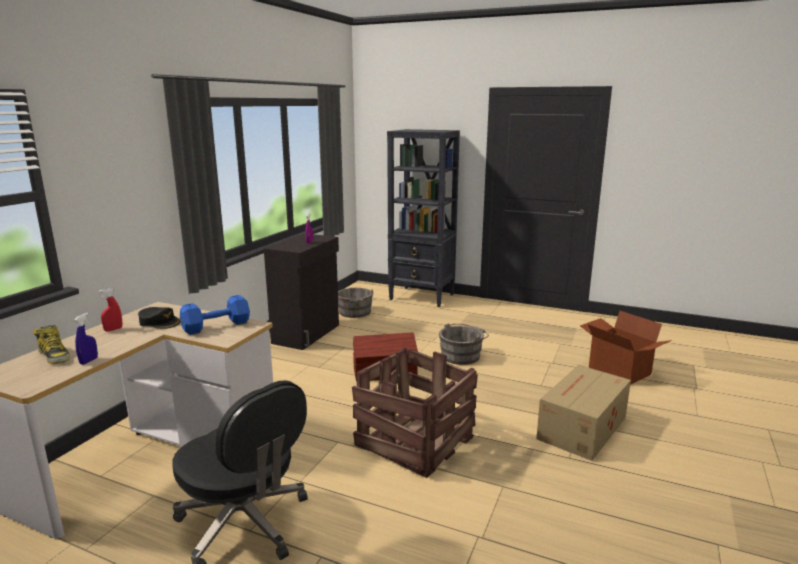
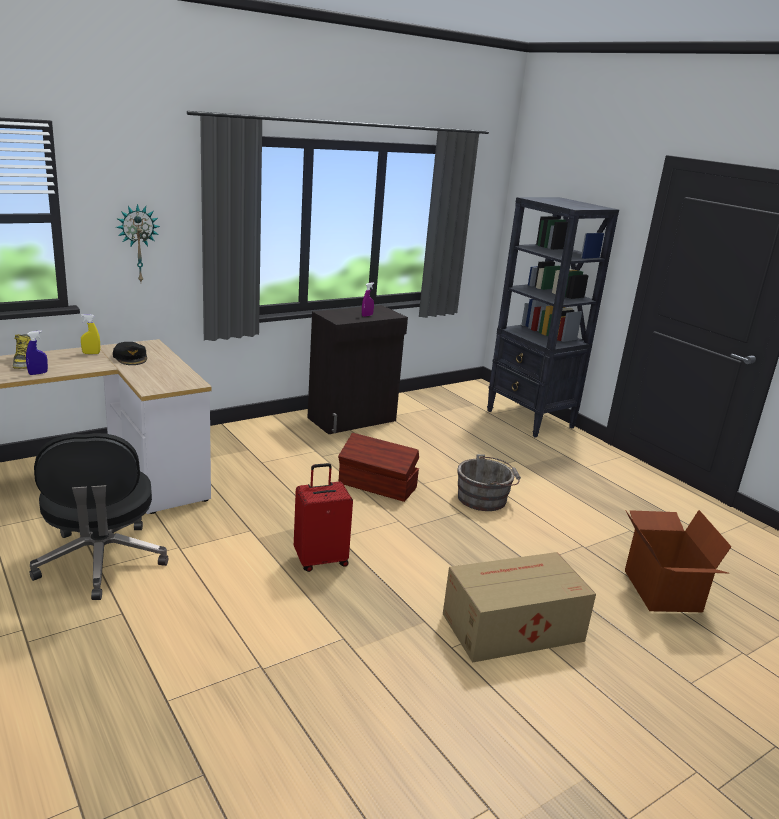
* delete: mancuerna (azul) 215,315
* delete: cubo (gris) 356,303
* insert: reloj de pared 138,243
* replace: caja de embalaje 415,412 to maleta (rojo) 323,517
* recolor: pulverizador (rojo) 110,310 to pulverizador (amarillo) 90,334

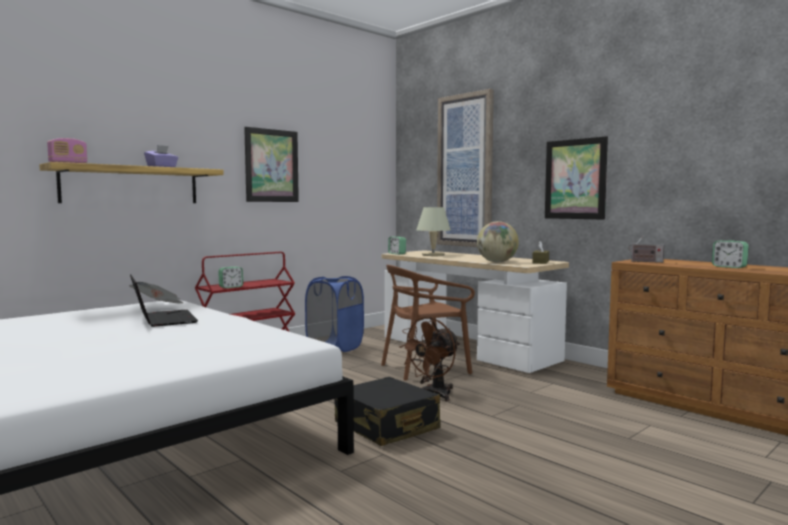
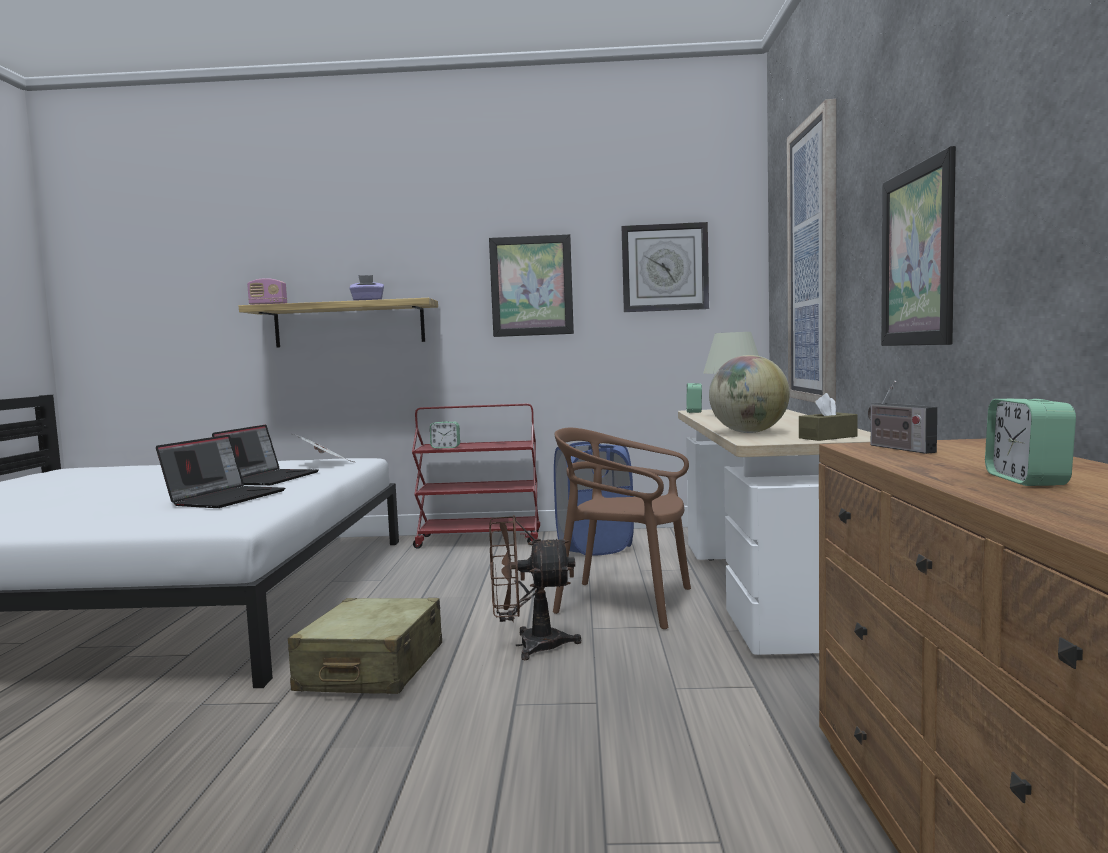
* insert: portátil 220,471
* insert: reloj de pared 665,267
* recolor: maleta (negro) 387,411 to maleta (beis) 365,646

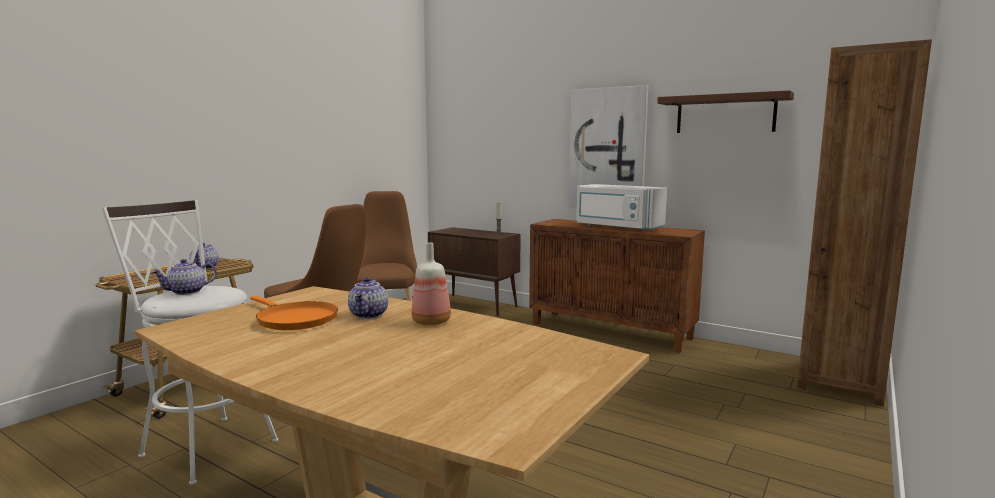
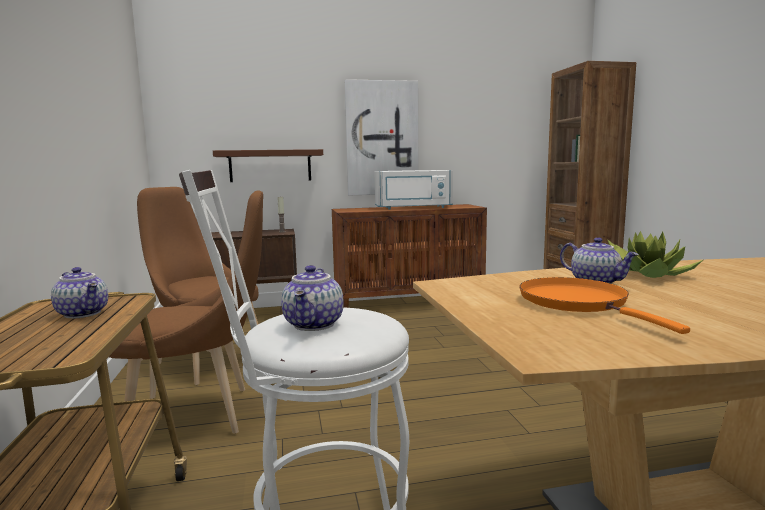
* move: estante (marrón) 725,111 to 268,165
* replace: botella 431,284 to planta en maceta 655,254
* rotate: sartén (naranja) 294,313 = 604,305 105 degrees counterclockwise

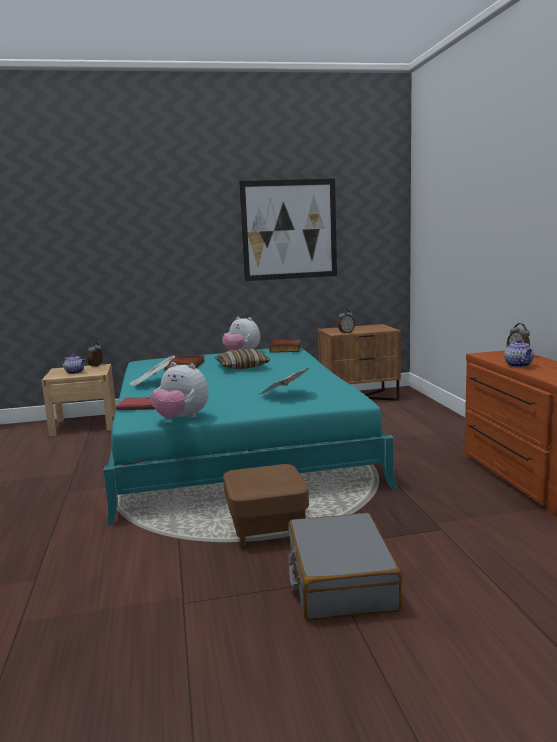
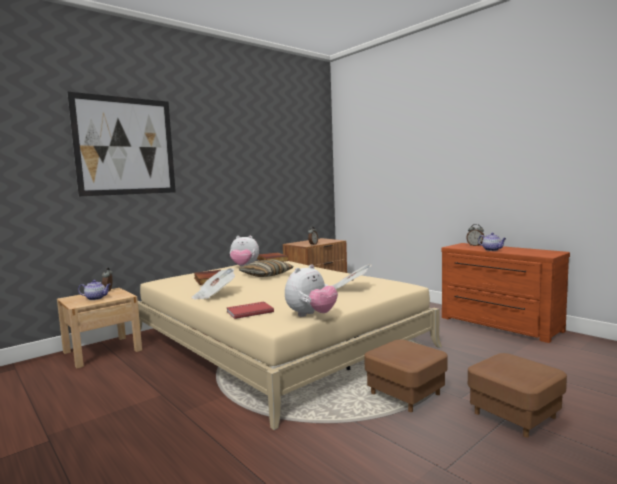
* move: cuadro 288,230 to 121,144
* replace: maleta (gris) 345,567 to puf (marrón) 517,395
* recolor: cama (turquesa) 250,436 to cama (beis) 290,345
* rotate: peluche 179,390 = 311,290 45 degrees counterclockwise

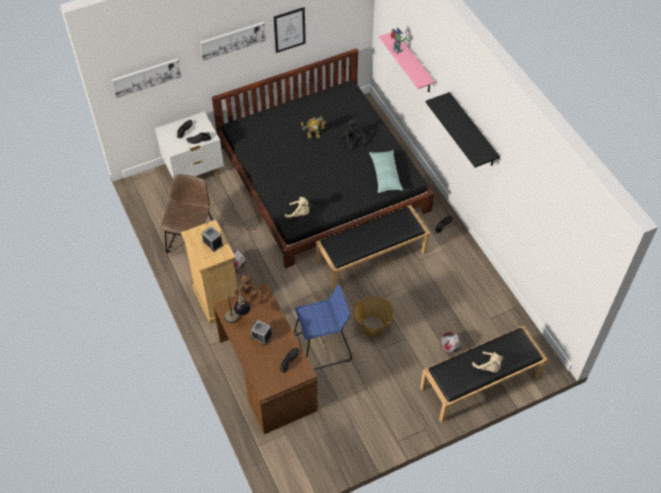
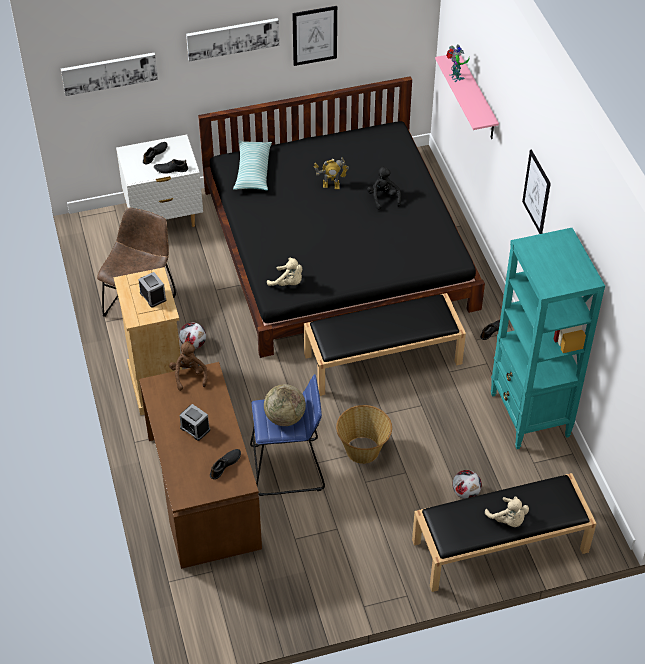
* delete: lámpara de mesa 237,309
* insert: globo terráqueo 285,405
* insert: estantería (turquesa) 548,338
* move: cojín 386,171 to 252,165
* replace: estante (negro) 463,130 to cuadro 536,191

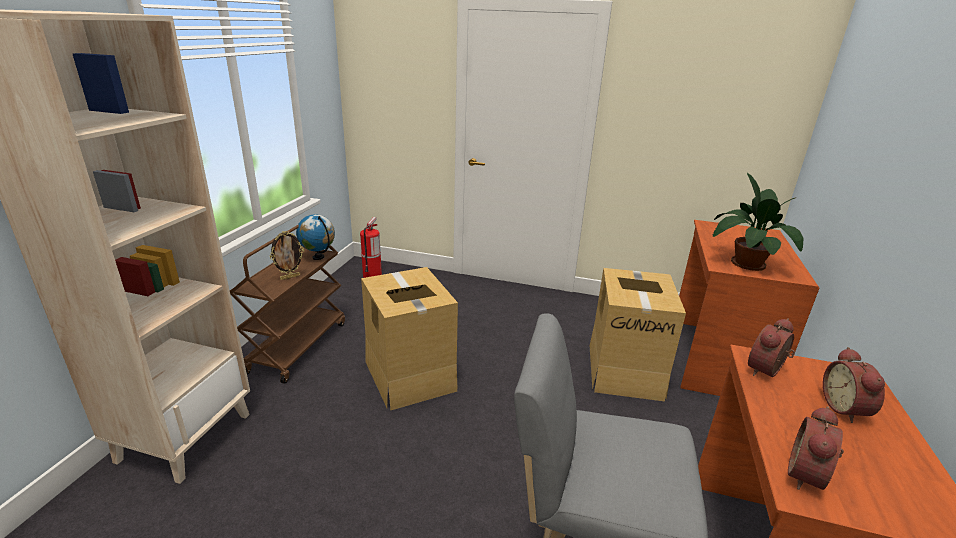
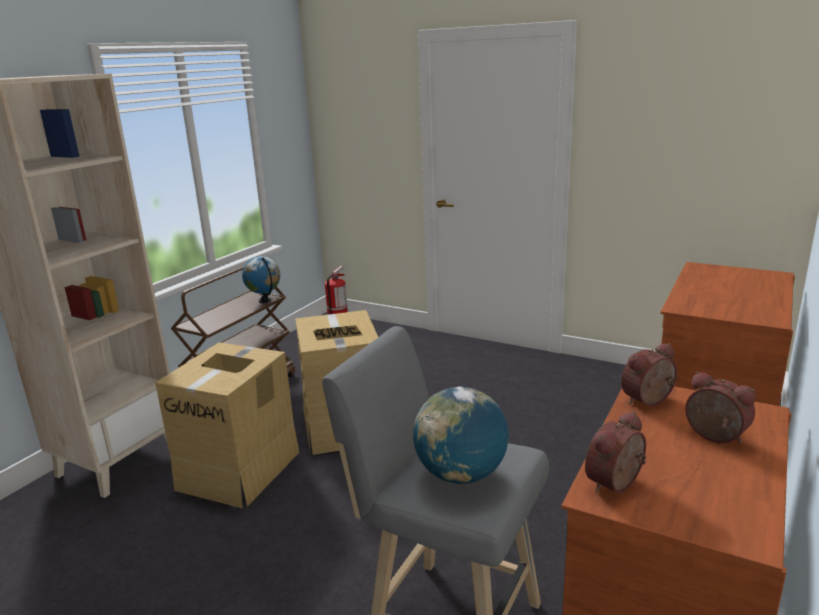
* delete: portarretratos 287,255
* delete: planta en maceta 758,222
* insert: globo terráqueo 461,435
* move: caja de cartón 638,335 to 227,425
* rotate: despertador 854,385 = 720,407 120 degrees clockwise

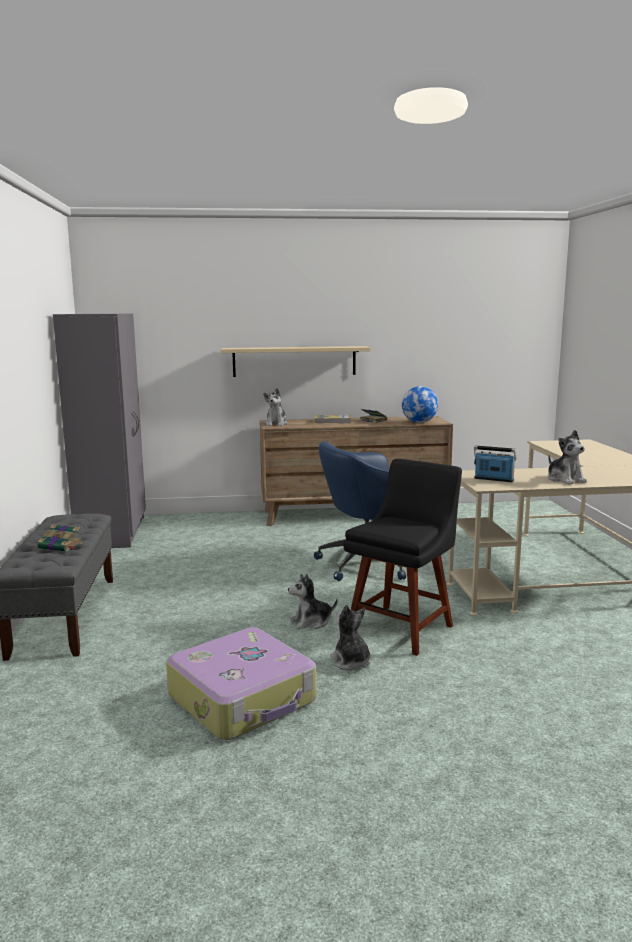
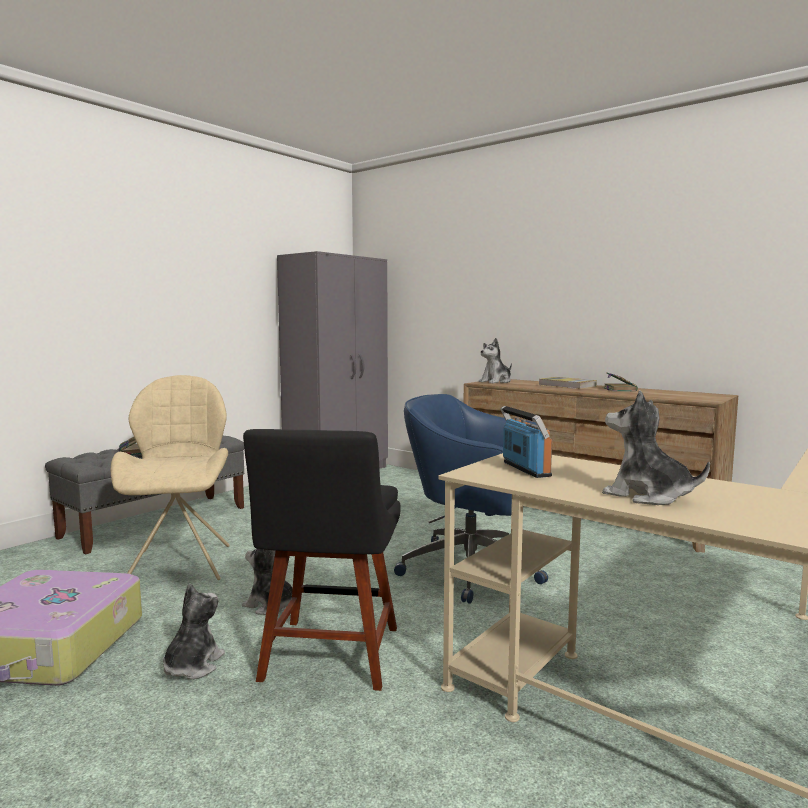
* delete: estante (beis) 296,361
* delete: globo terráqueo 420,404
* insert: silla (beis) 170,477
* rotate: silla (negro) 402,557 = 322,560 105 degrees clockwise
* rotate: peluche 567,457 = 656,447 105 degrees clockwise

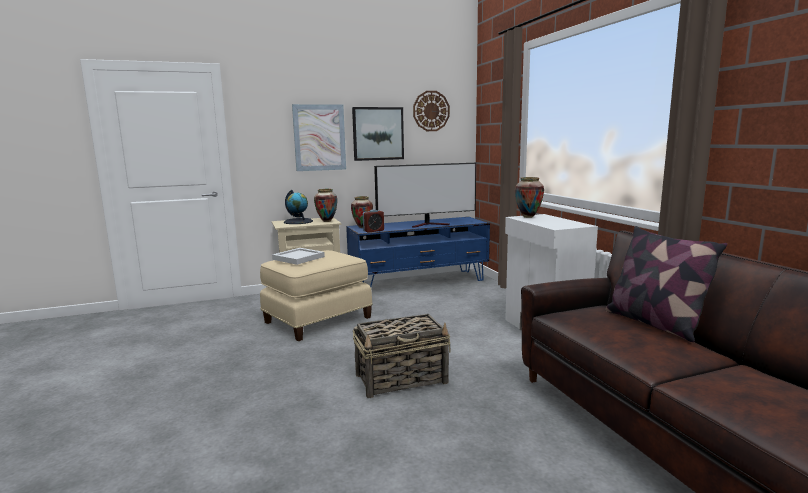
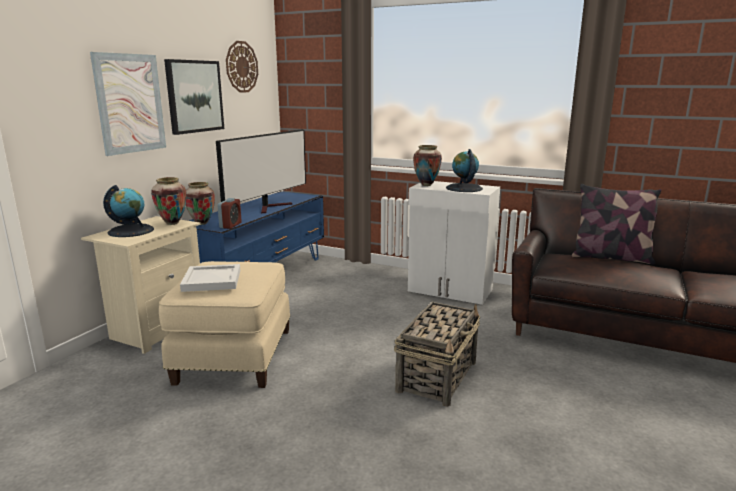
* insert: globo terráqueo 464,170

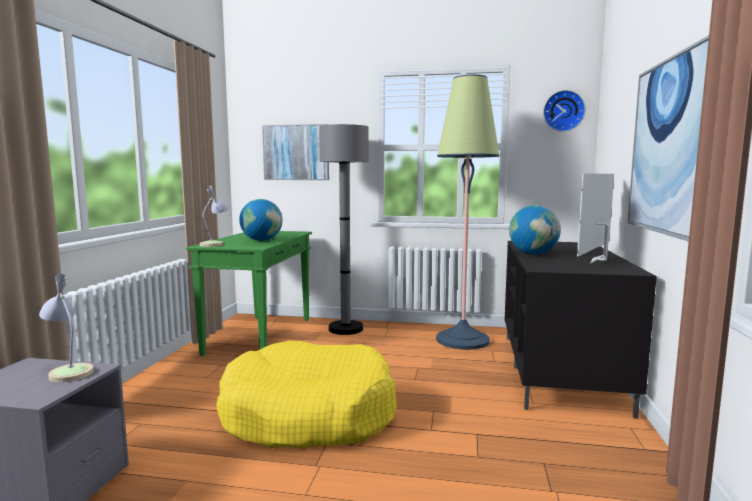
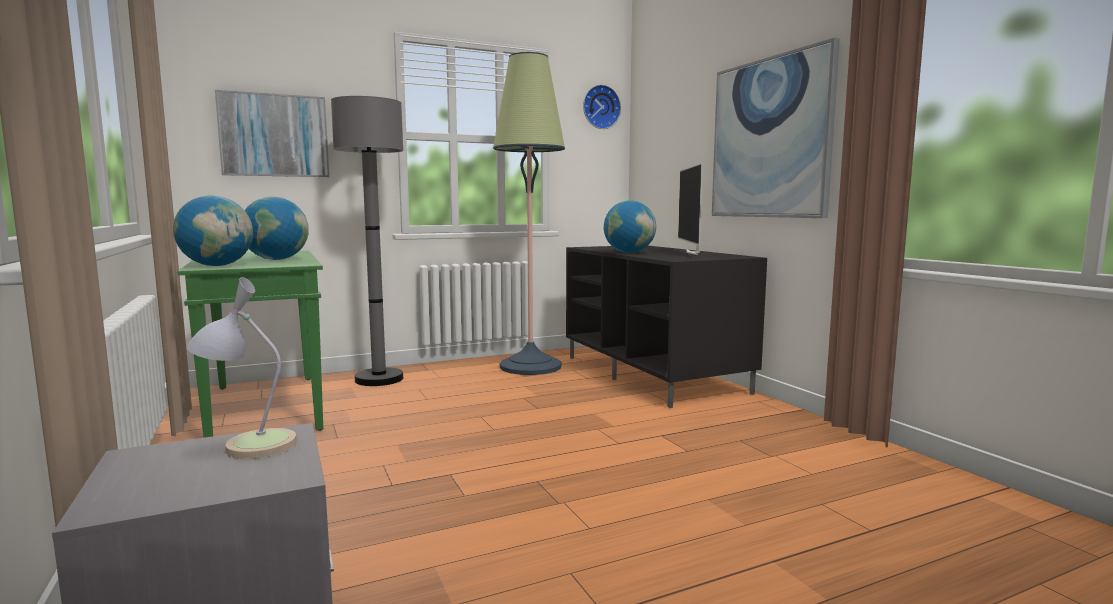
* delete: cama para perro (amarillo) 306,394
* replace: lámpara de mesa 214,216 to globo terráqueo 213,230

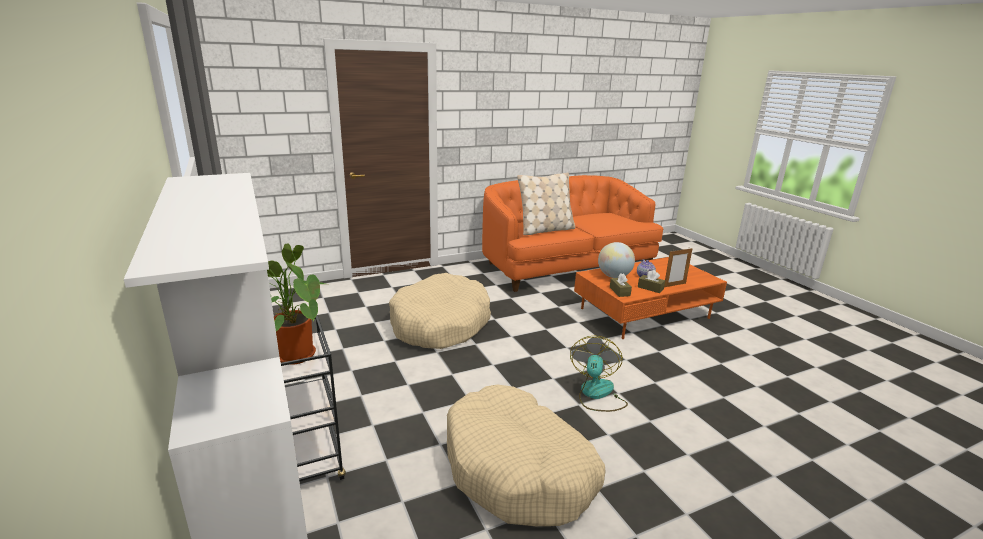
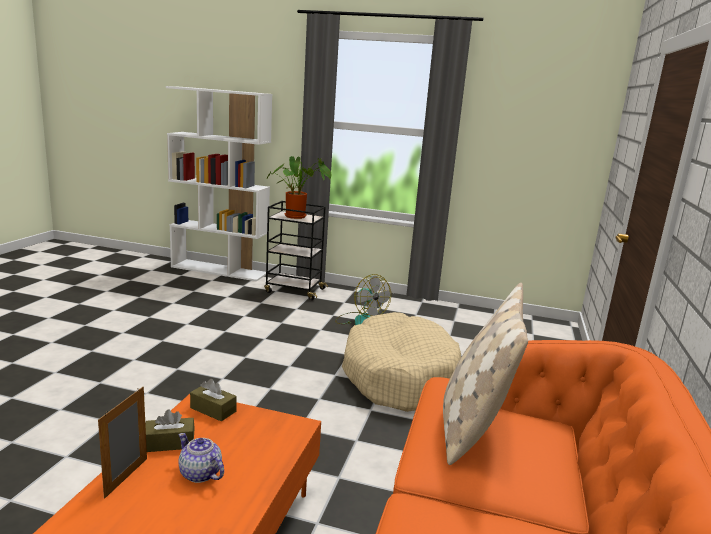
* delete: cama para perro (beis) 526,455
* delete: globo terráqueo 616,260
* move: ventilador 599,374 to 363,299

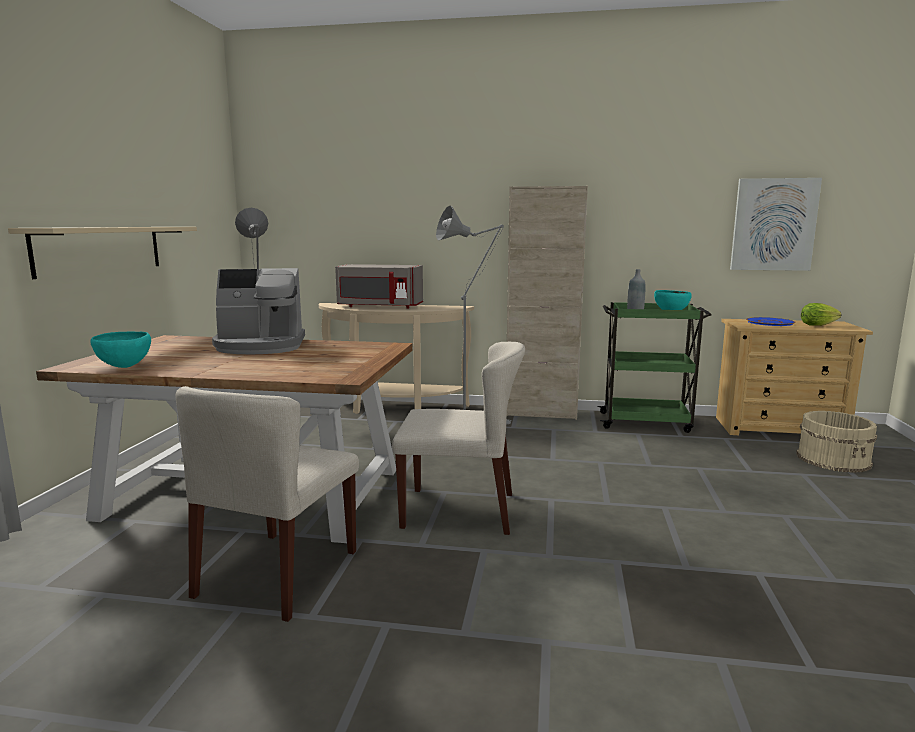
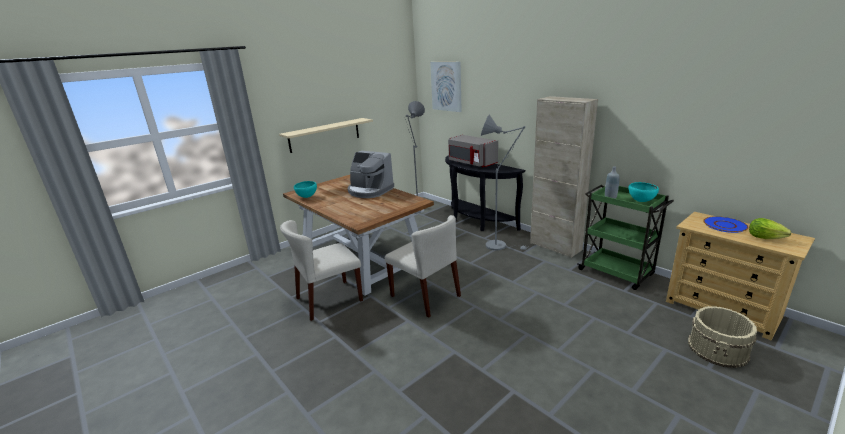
* move: cuadro 776,224 to 446,87
* recolor: mesa consola (beis) 396,358 to mesa consola (negro) 485,193

